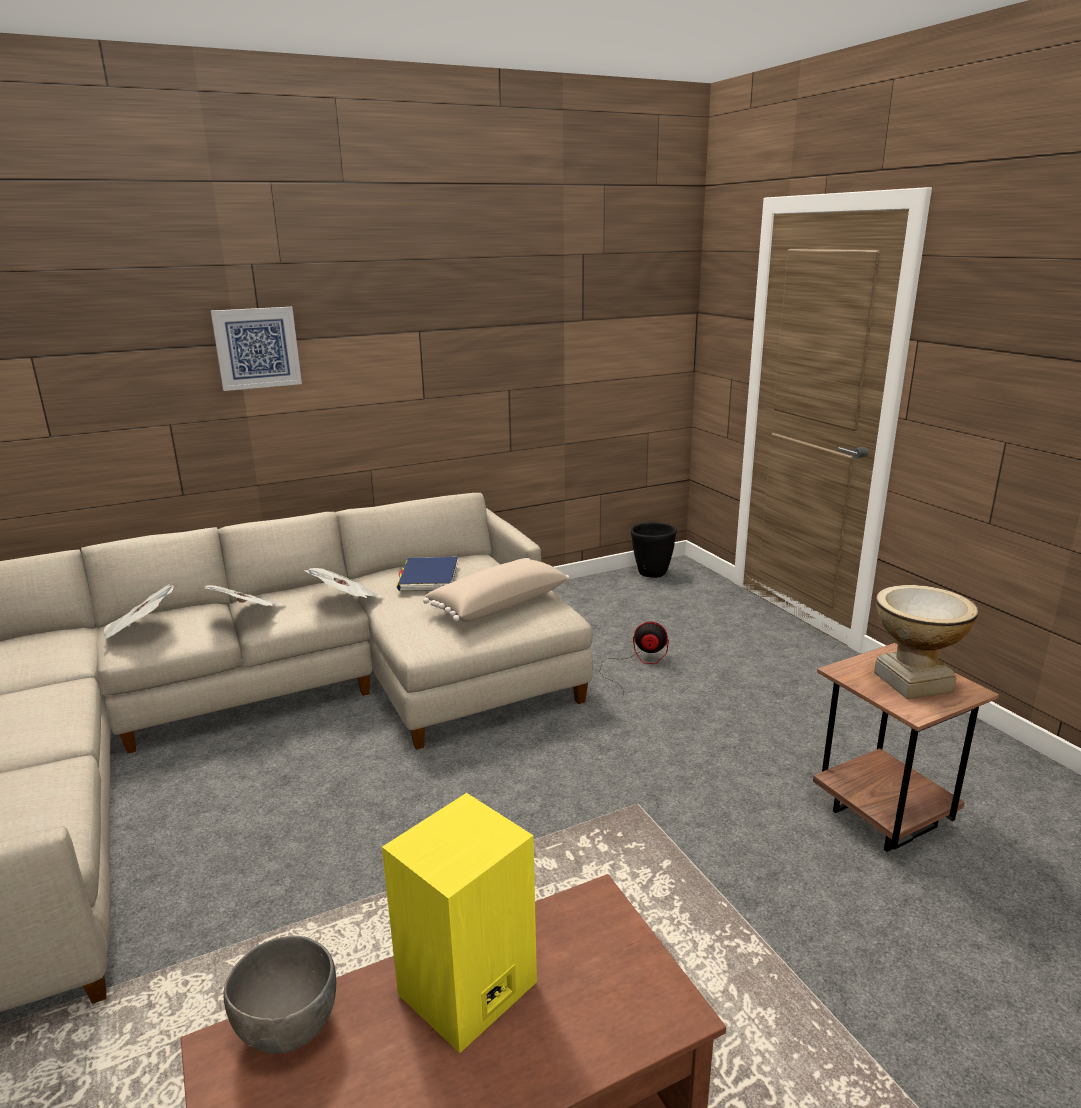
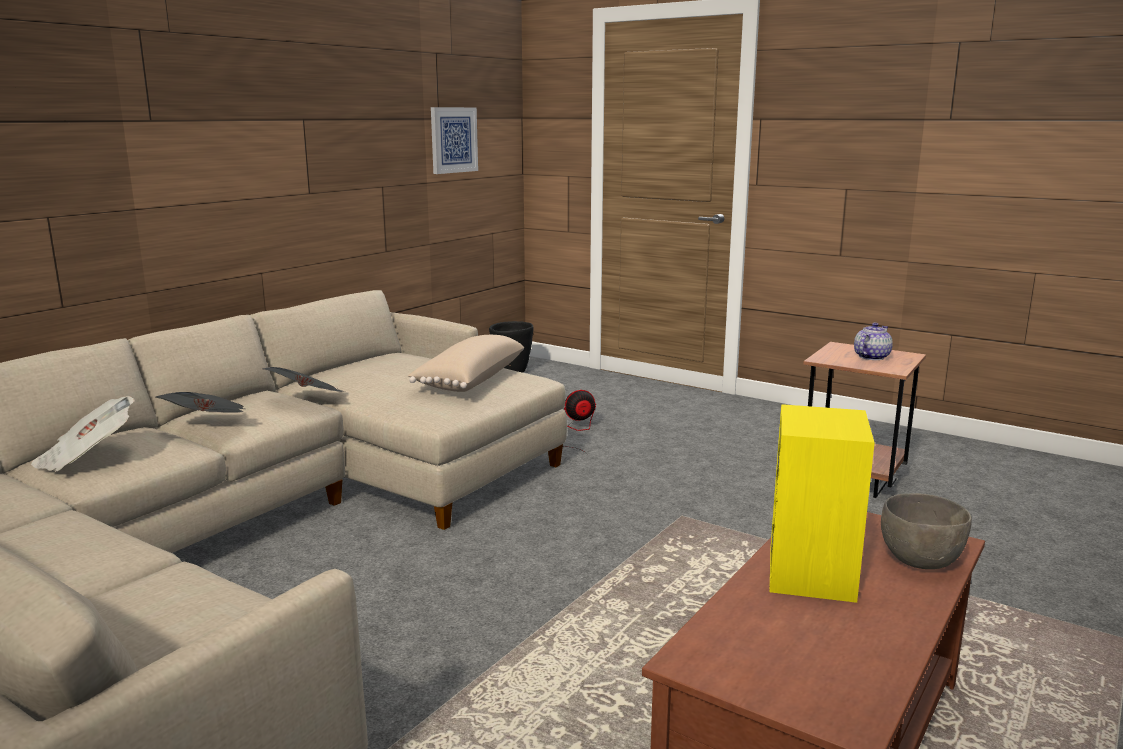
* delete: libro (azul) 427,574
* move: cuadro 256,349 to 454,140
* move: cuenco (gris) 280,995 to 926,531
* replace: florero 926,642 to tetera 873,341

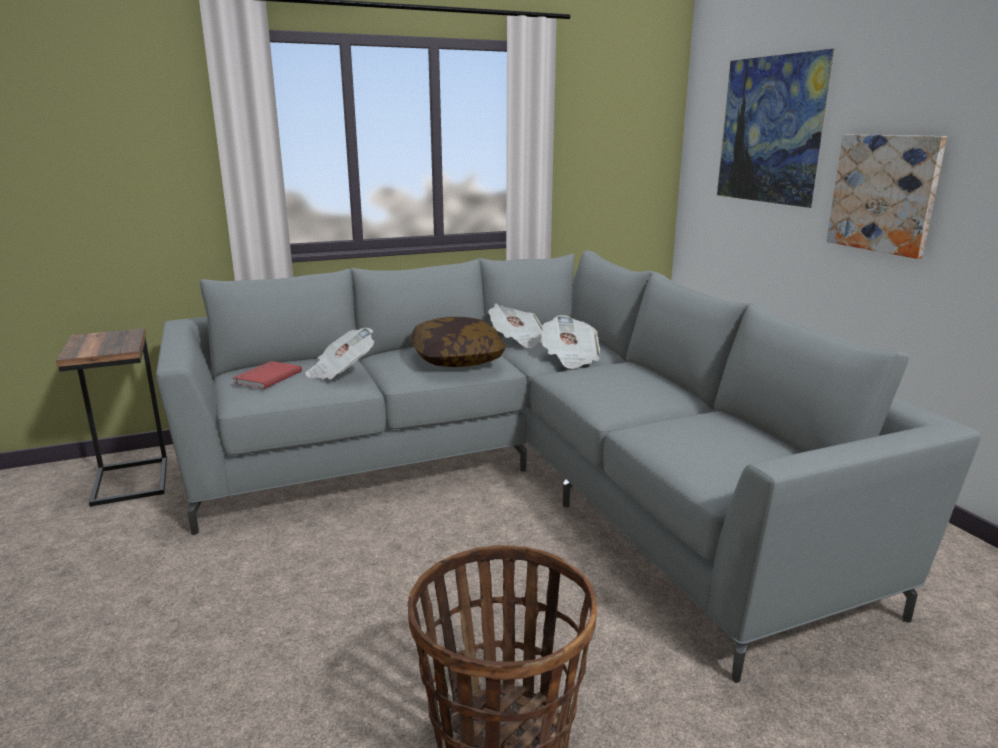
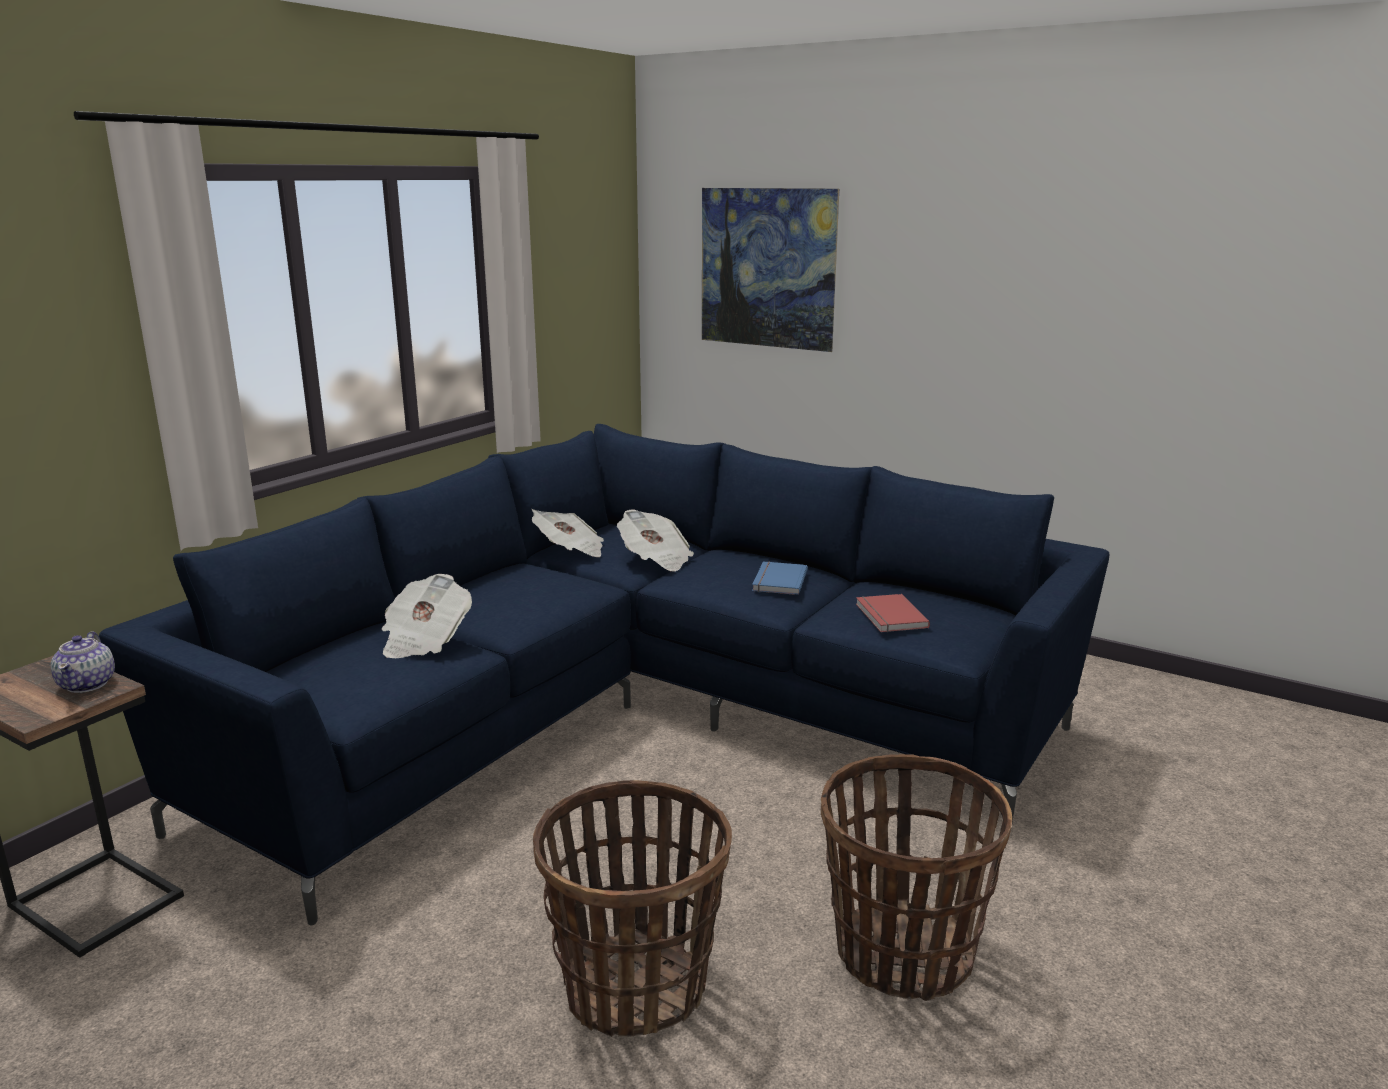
* delete: cojín 457,342
* delete: cuadro 886,197
* insert: tetera 83,662
* insert: cesta 632,908
* insert: libro (azul) 780,578
* move: libro (rojo) 267,375 to 893,613
* recolor: sofá (gris) 568,466 to sofá (azul) 604,674

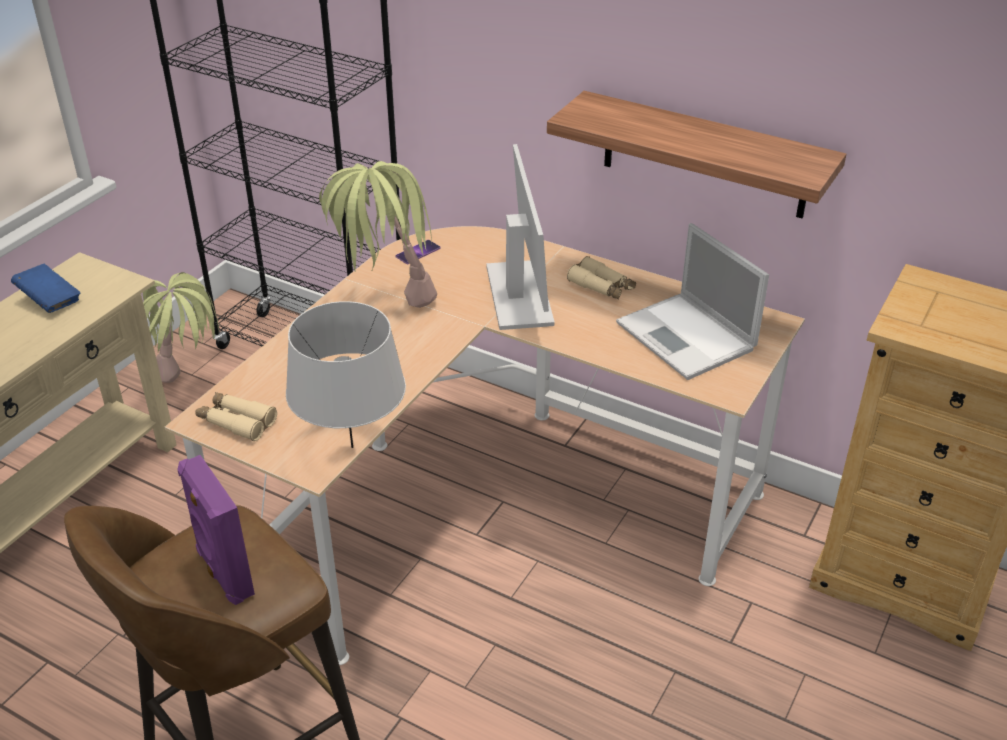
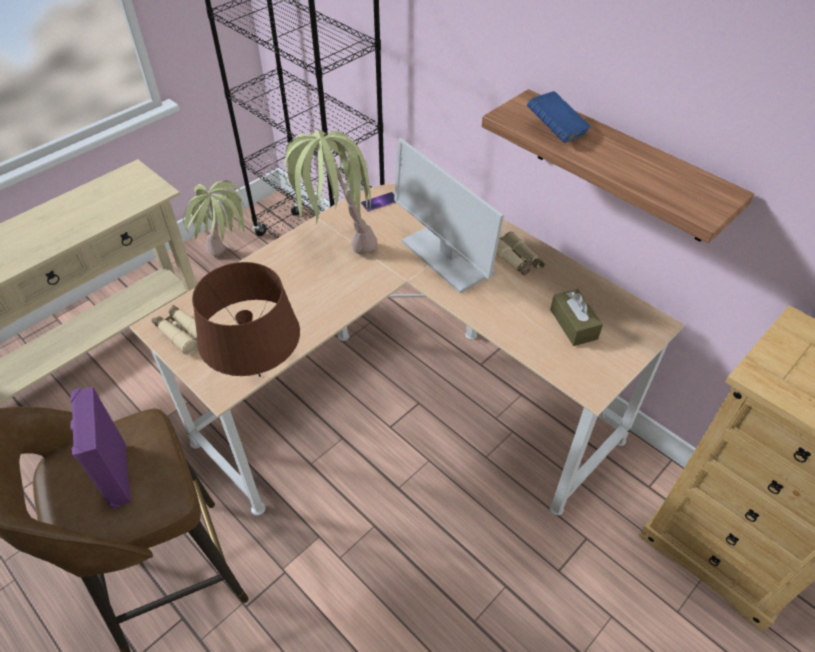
* move: libro (azul) 46,288 to 559,117
* replace: portátil 692,301 to caja de pañuelos (marrón) 576,317
* recolor: lámpara de mesa (gris) 346,374 to lámpara de mesa (marrón) 246,319
* rotate: monitor 520,237 = 449,215 135 degrees clockwise

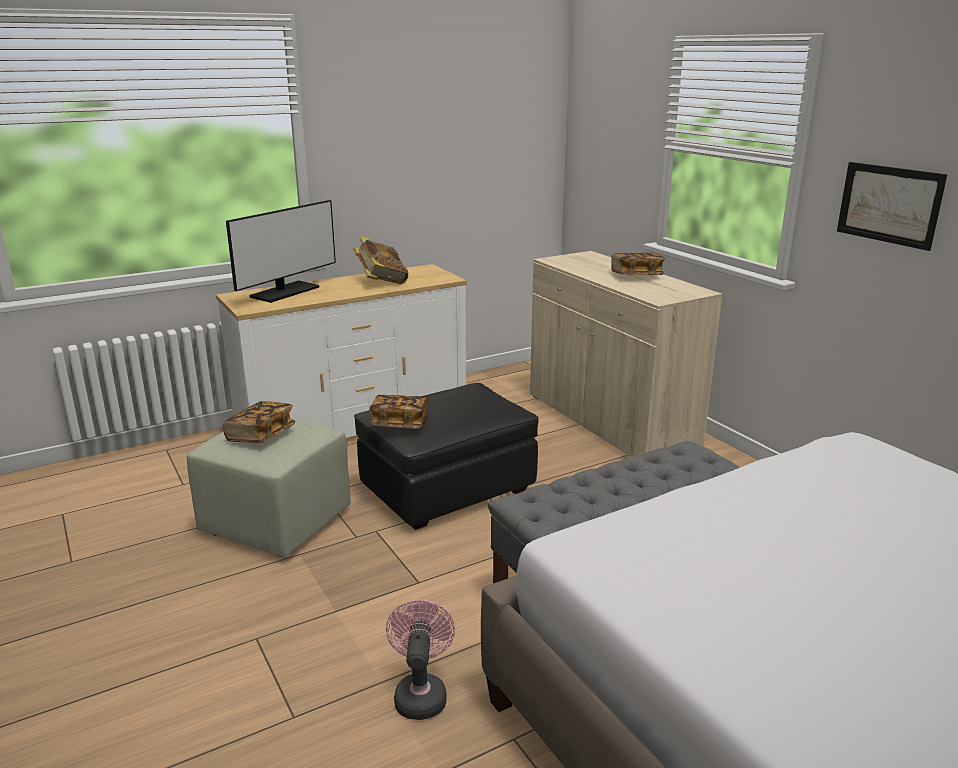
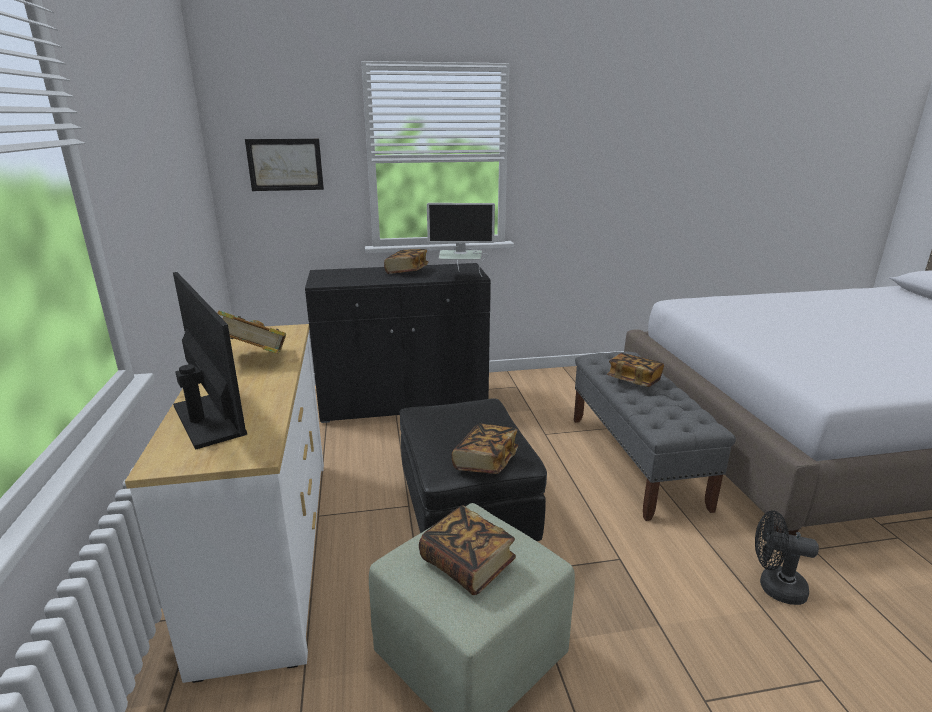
* insert: monitor 461,240
* insert: libro 635,370
* move: cuadro 892,206 to 284,165
* recolor: ventilador (rosa) 420,660 to ventilador (negro) 787,558
* recolor: armario (beis) 626,354 to armario (negro) 398,343

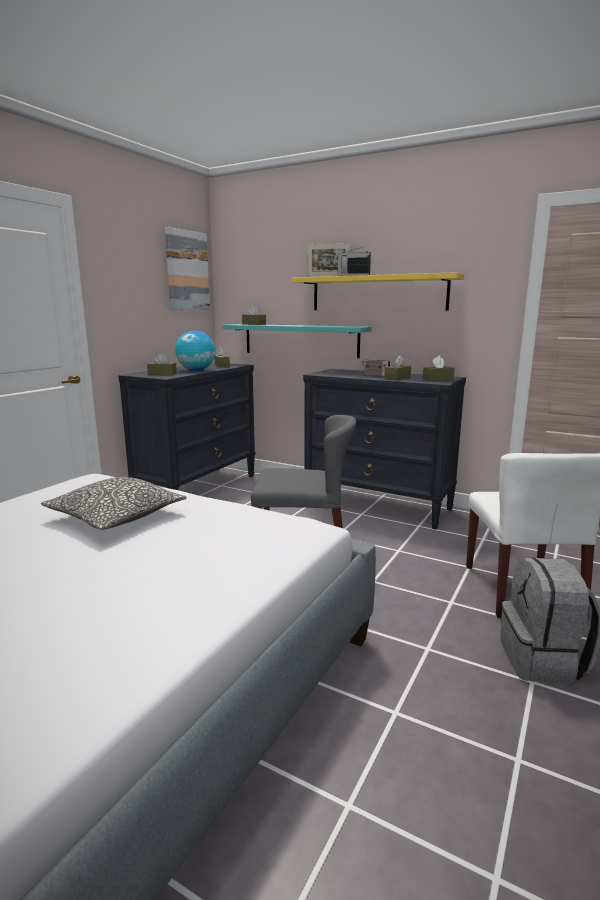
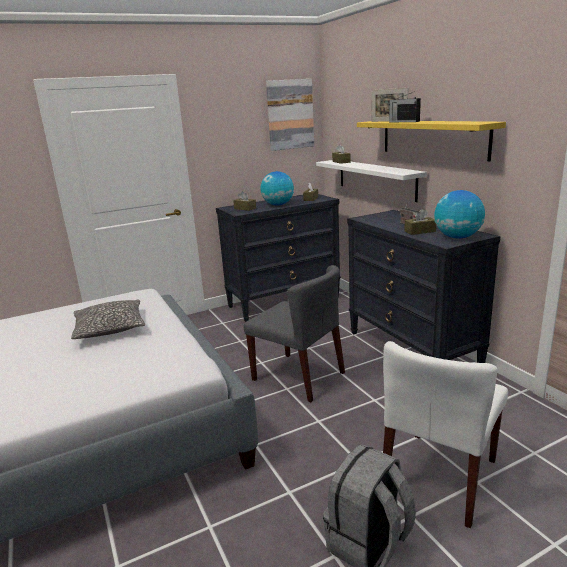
* replace: caja de pañuelos (marrón) 438,368 to globo terráqueo 459,214
* recolor: estante (turquesa) 297,341 to estante (blanco) 371,181

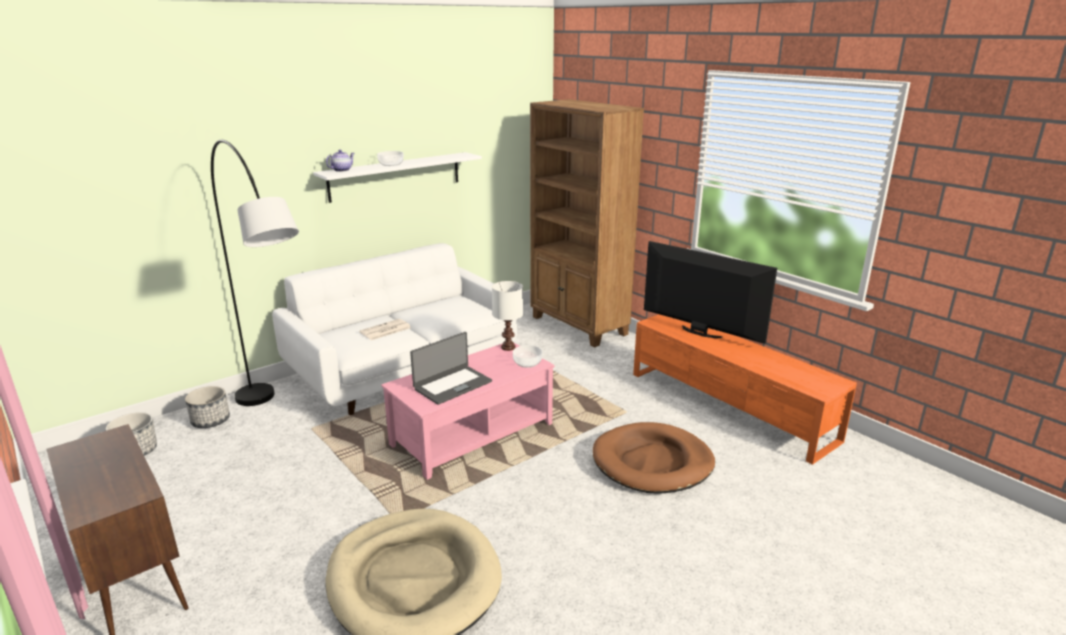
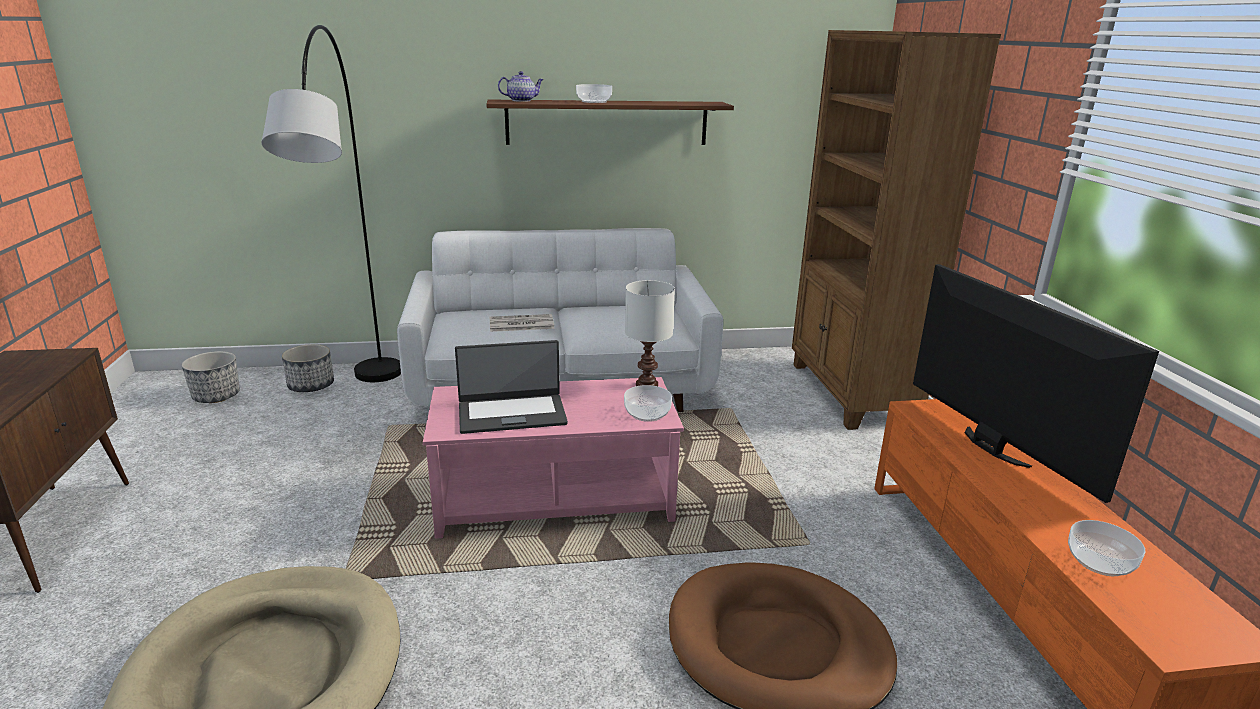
* insert: cuenco 1106,548
* recolor: estante (blanco) 397,177 to estante (marrón) 610,122

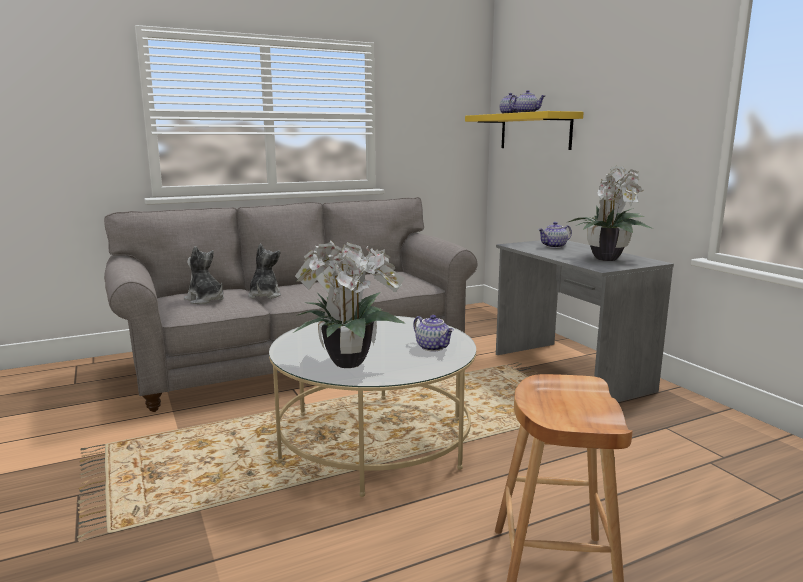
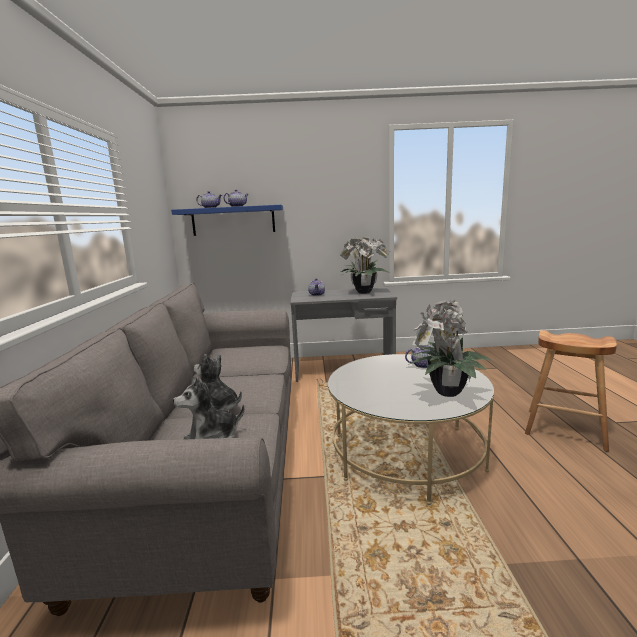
* recolor: estante (amarillo) 524,130 to estante (azul) 227,220

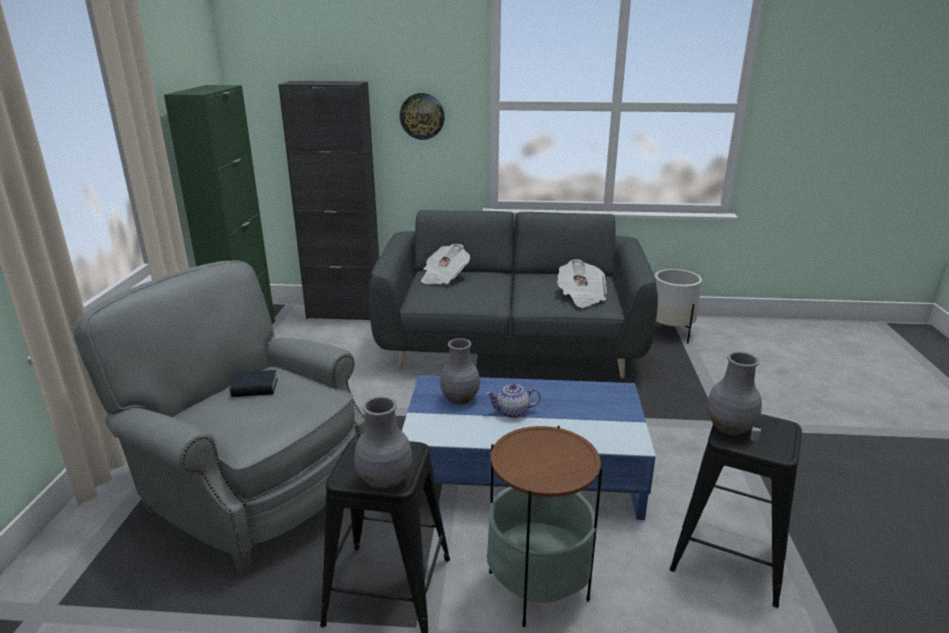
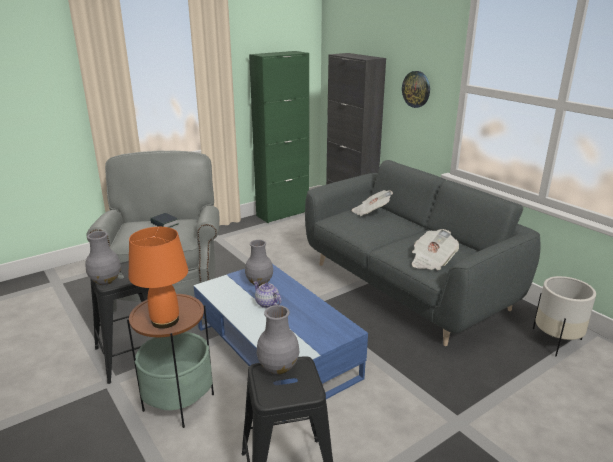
* insert: lámpara de mesa (naranja) 158,278

